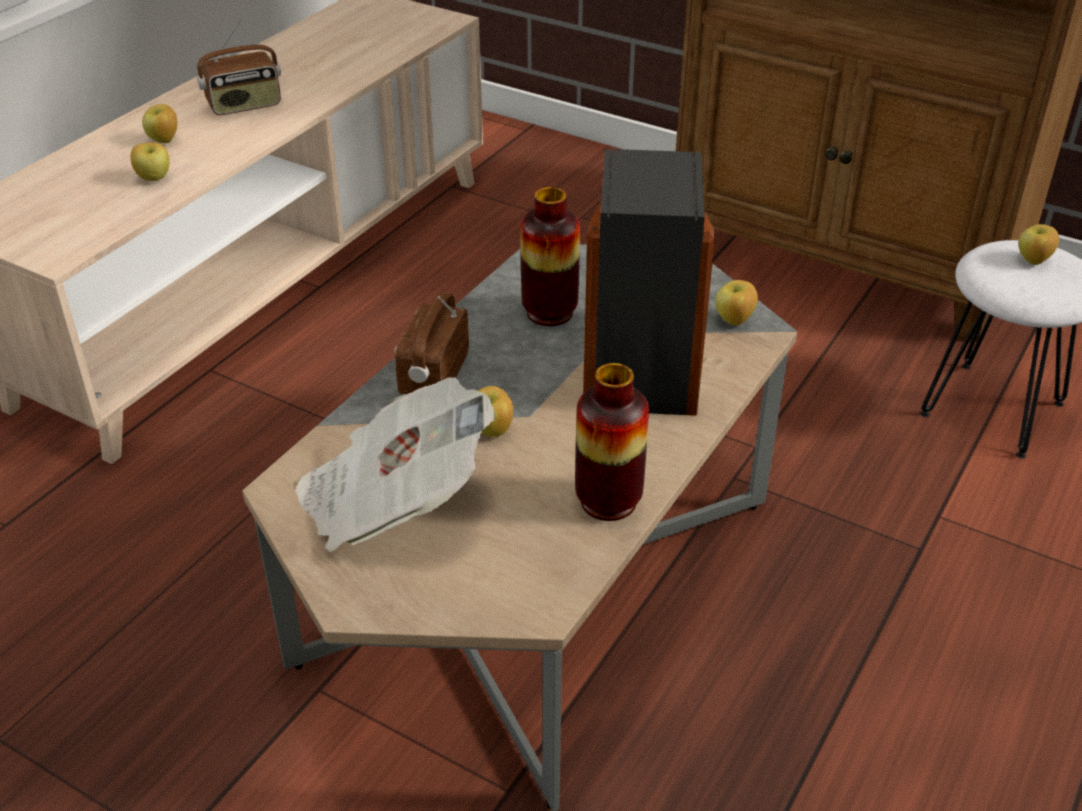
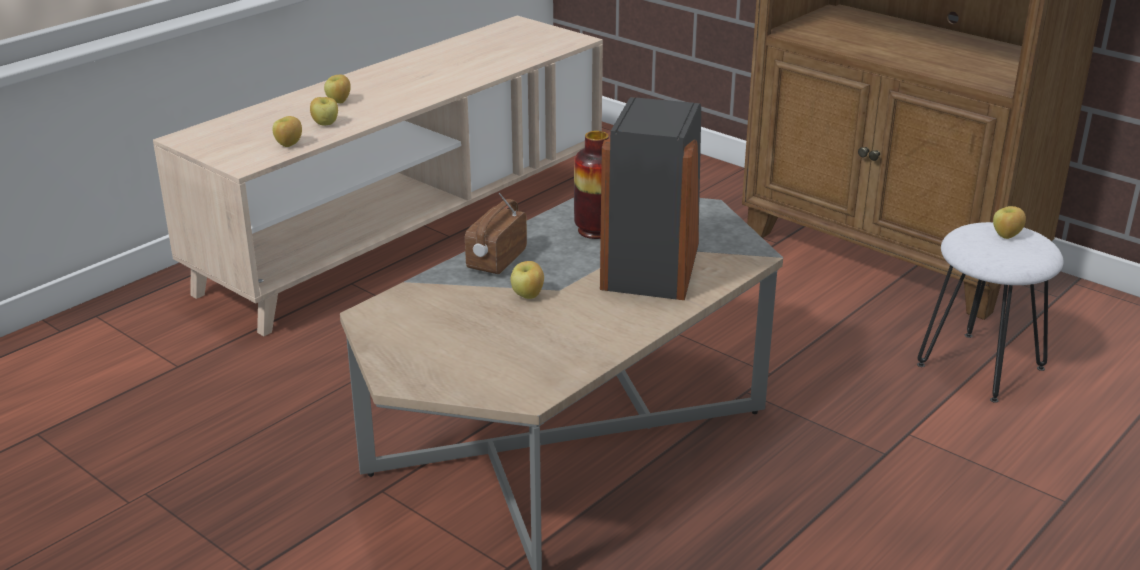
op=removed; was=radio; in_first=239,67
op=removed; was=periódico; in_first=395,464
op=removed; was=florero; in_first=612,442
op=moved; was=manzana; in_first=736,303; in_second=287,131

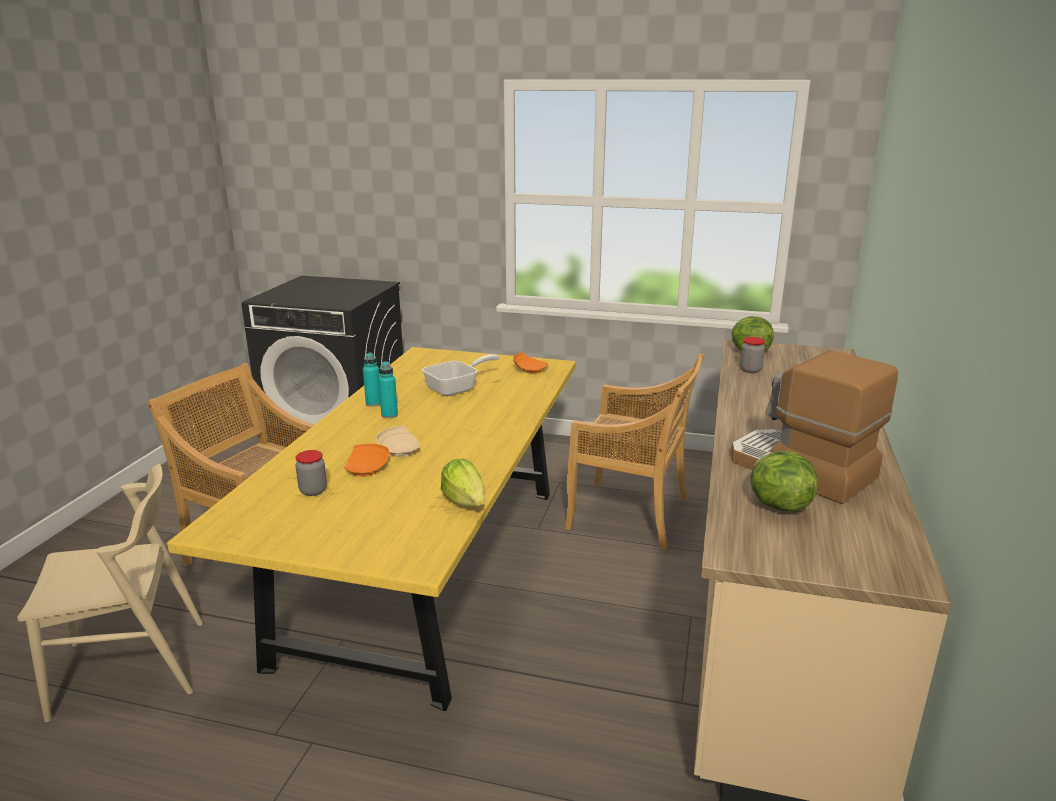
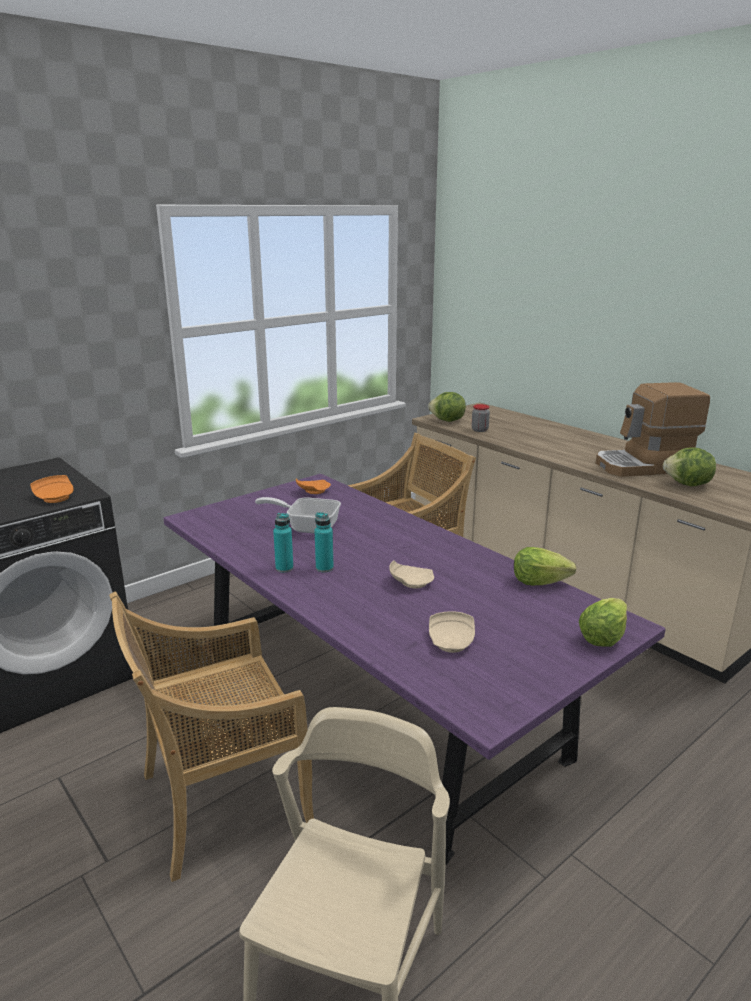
op=recoloured; was=mesa de comedor (amarillo); now=mesa de comedor (morado); in_first=371,529; in_second=414,669
op=replaced; was=tarro; now=plato (beis); in_first=311,473; in_second=452,632
op=moved; was=plato (naranja); in_first=366,460; in_second=52,489
op=turned; was=sartén; in_first=460,375; in_second=298,515; clockwise=-75
op=added; now=lechuga; in_second=603,622

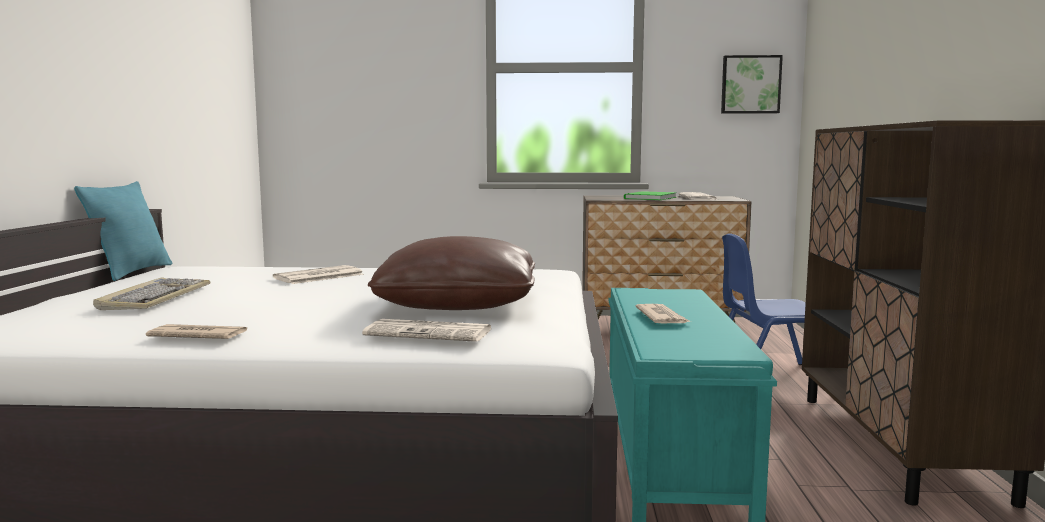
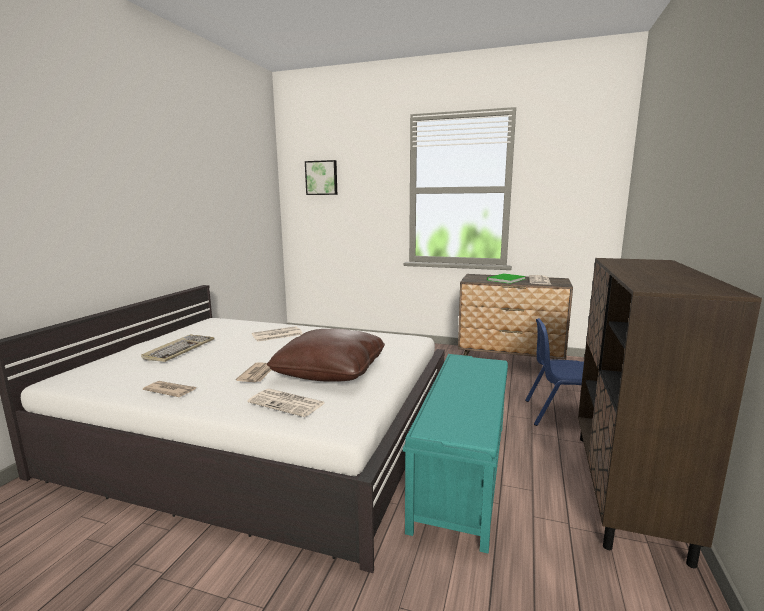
op=removed; was=cojín (turquesa); in_first=123,231
op=moved; was=periódico; in_first=663,313; in_second=253,372
op=moved; was=cuadro; in_first=752,84; in_second=321,177

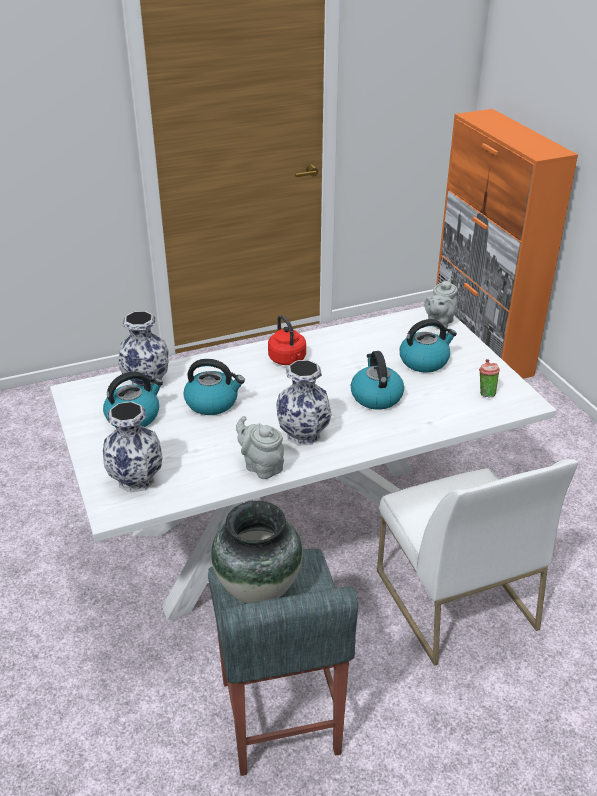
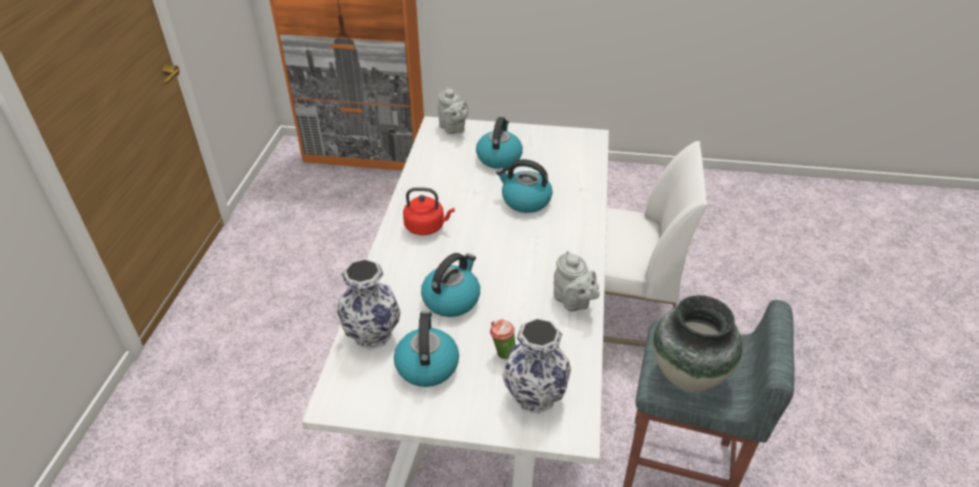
op=turned; was=tetera (gris); in_first=260,447; in_second=576,281; clockwise=-105
op=removed; was=florero; in_first=304,403
op=moved; was=taza; in_first=489,378; in_second=503,339

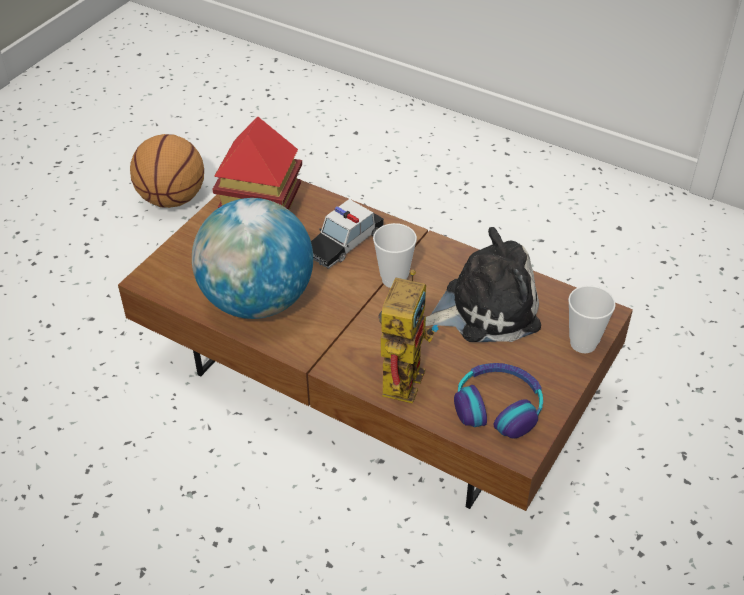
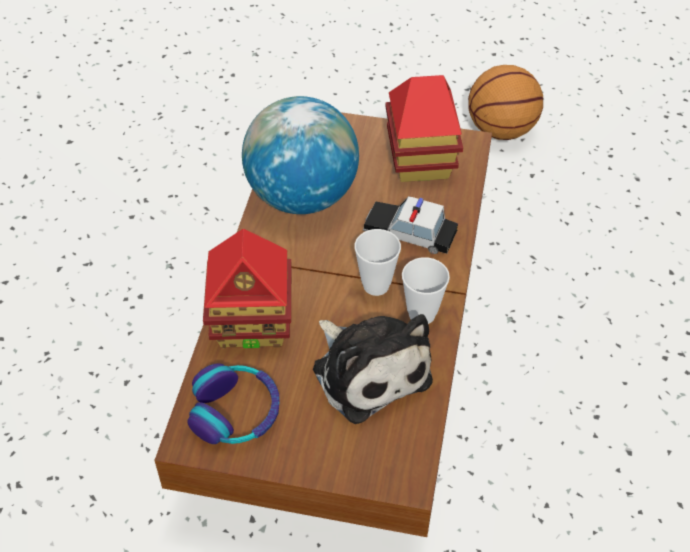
op=replaced; was=robot de juguete; now=casita; in_first=408,336; in_second=247,288
op=moved; was=taza; in_first=592,319; in_second=426,290

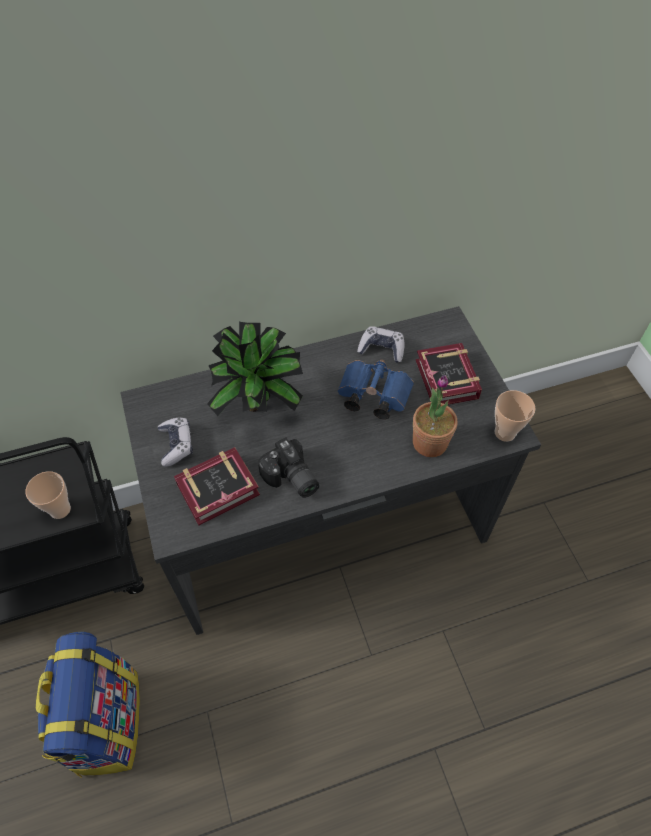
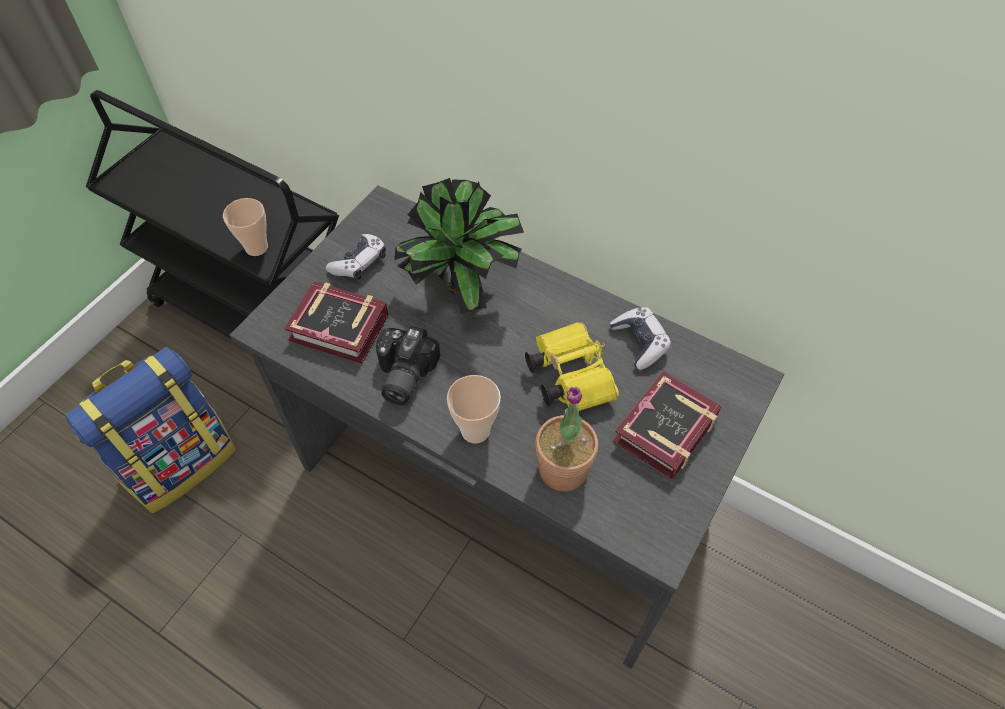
op=recoloured; was=prismáticos (azul); now=prismáticos (amarillo); in_first=376,389; in_second=572,366
op=moved; was=taza; in_first=515,416; in_second=474,409

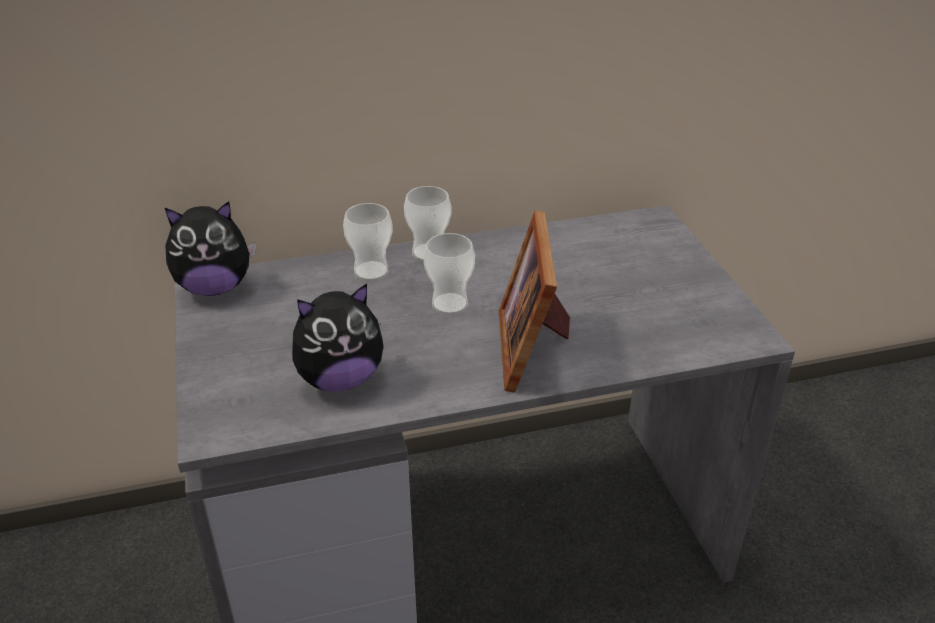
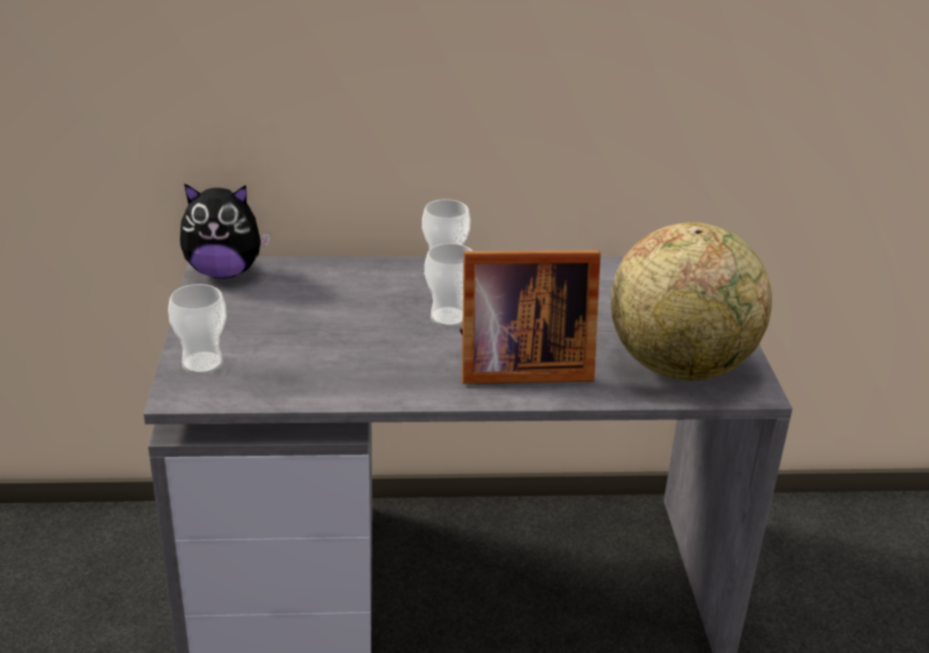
op=removed; was=peluche; in_first=338,337
op=moved; was=taza; in_first=368,242; in_second=197,329
op=turned; was=portarretratos; in_first=534,301; in_second=530,317; clockwise=-105
op=added; now=globo terráqueo; in_second=691,301

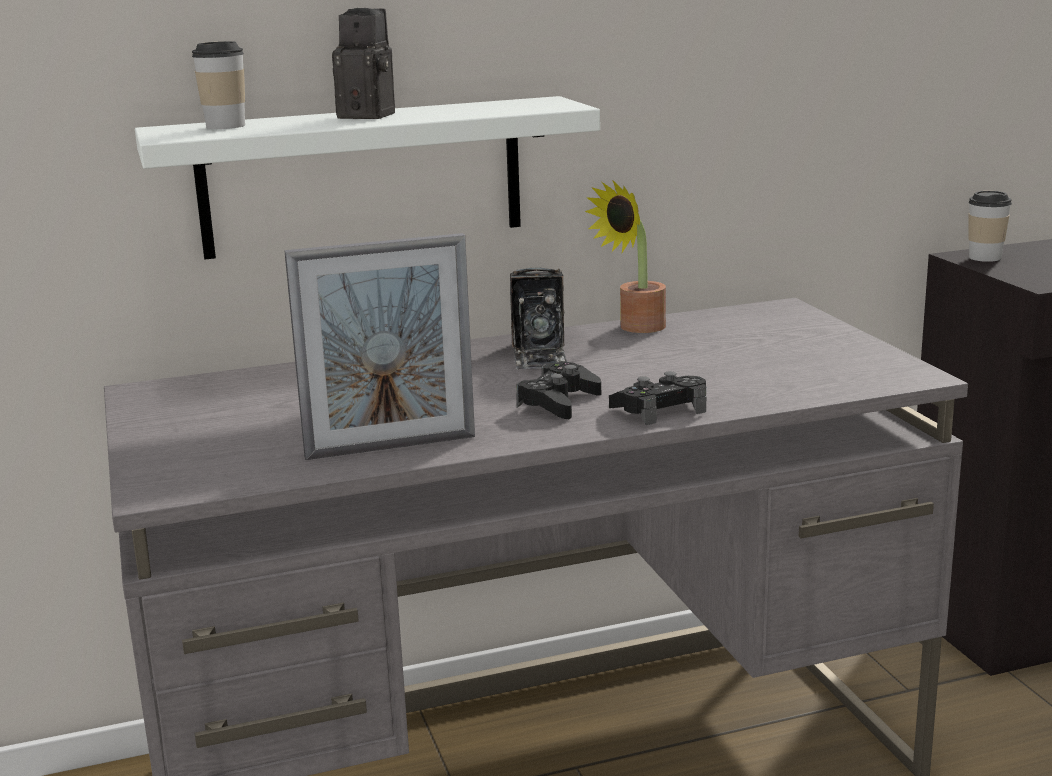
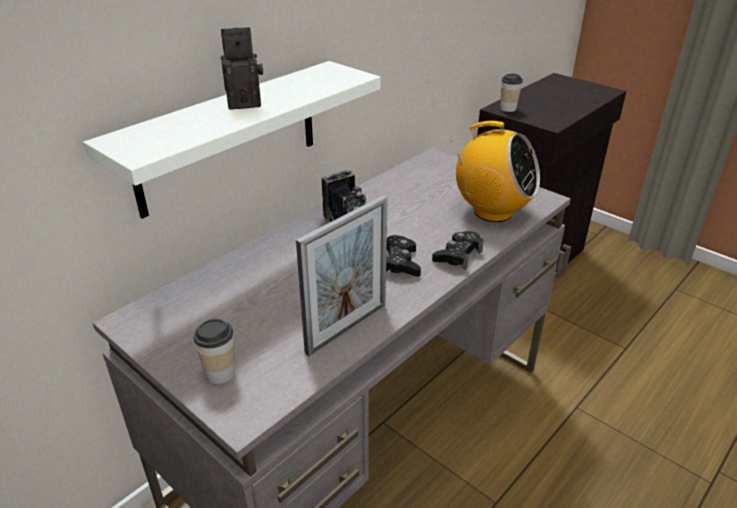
op=moved; was=taza; in_first=218,85; in_second=214,351
op=removed; was=planta en maceta; in_first=625,256
op=added; now=radio; in_second=495,171

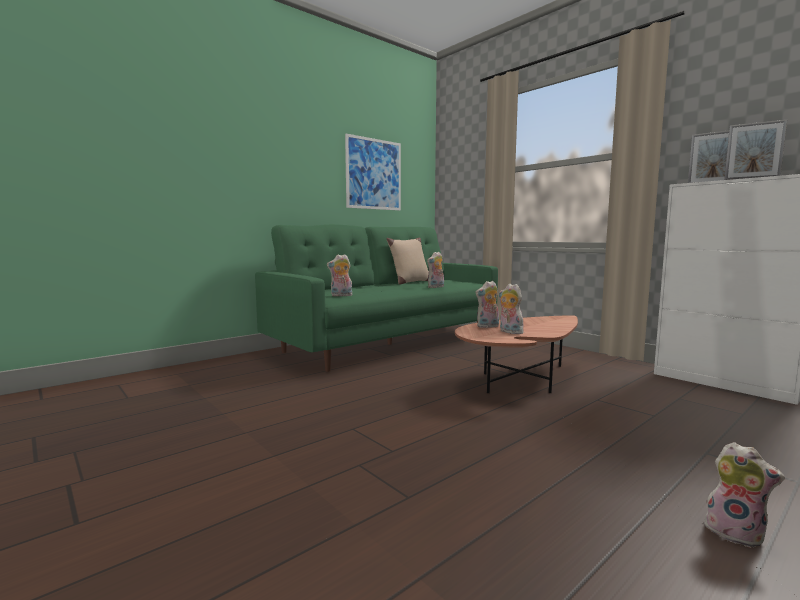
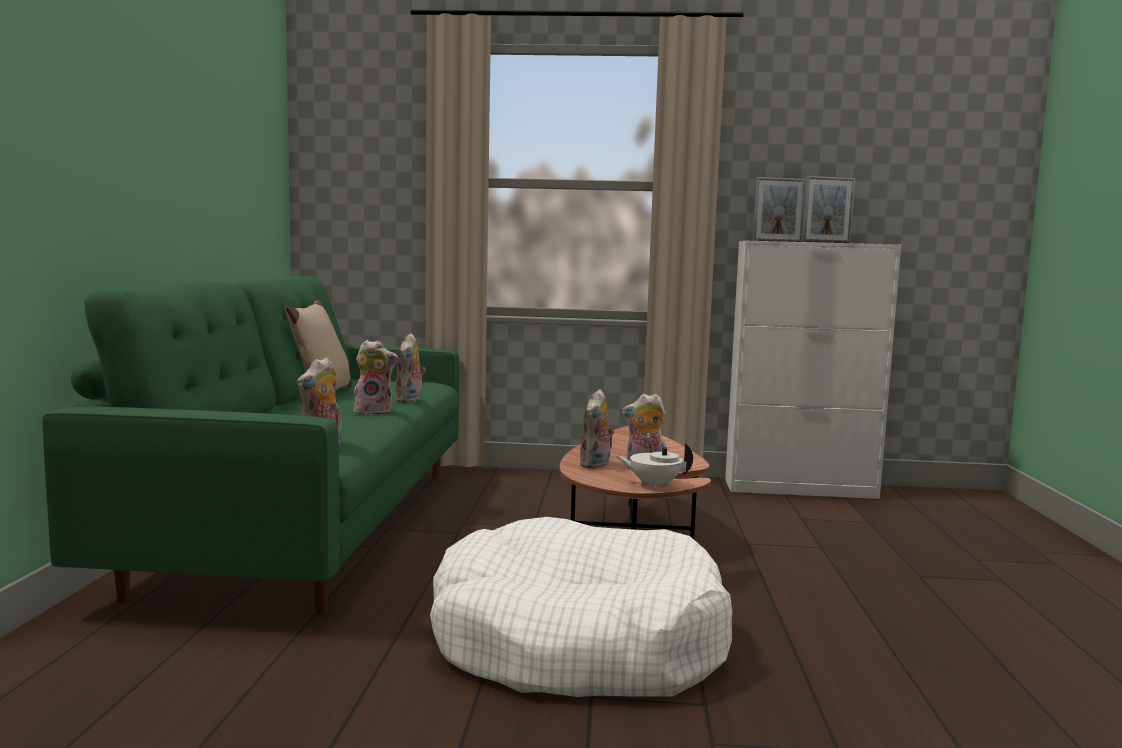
op=removed; was=cuadro; in_first=373,172
op=moved; was=peluche; in_first=744,495; in_second=376,377
op=added; now=cama para perro (blanco); in_second=581,607
op=added; now=tetera (blanco); in_second=654,466

